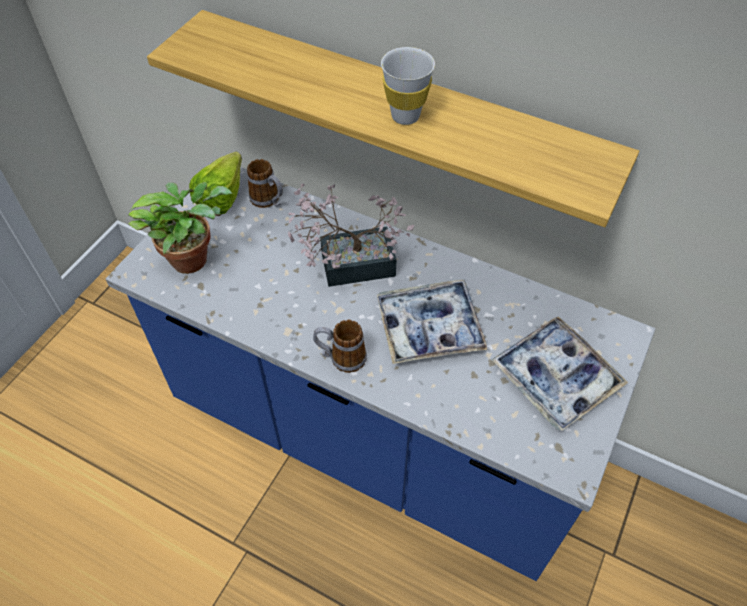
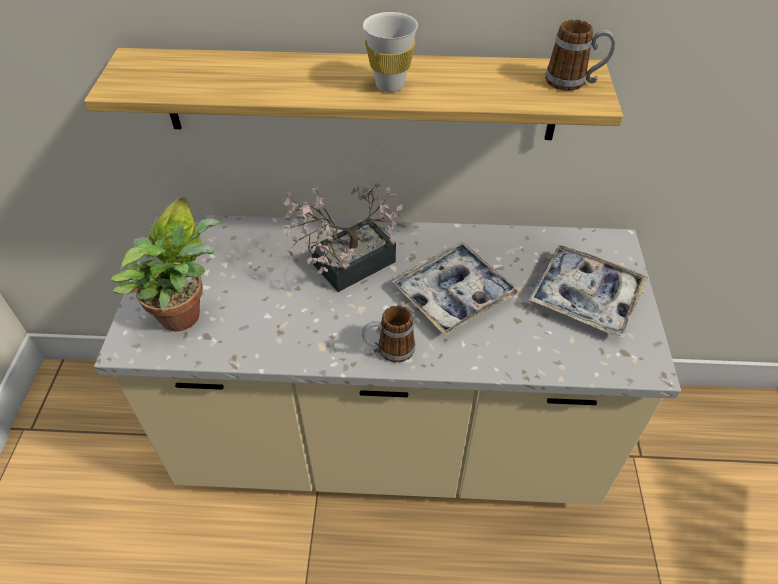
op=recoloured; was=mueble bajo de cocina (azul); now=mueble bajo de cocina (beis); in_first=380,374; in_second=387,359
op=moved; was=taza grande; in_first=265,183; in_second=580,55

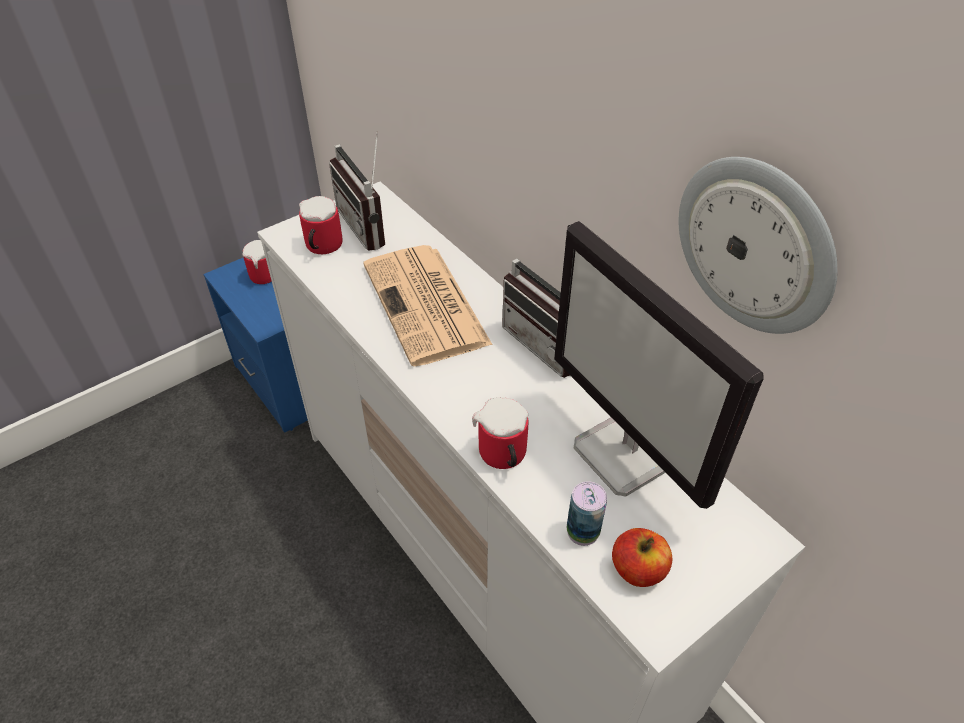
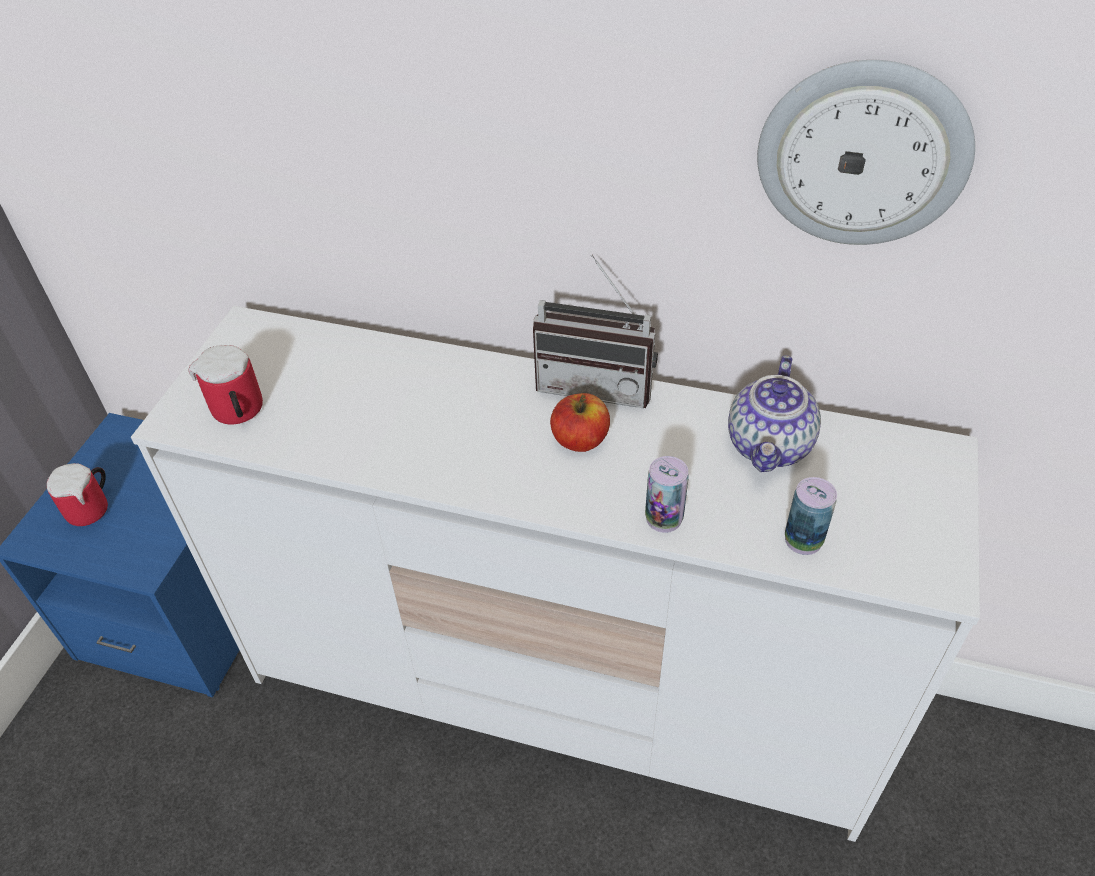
op=removed; was=radio; in_first=357,191
op=removed; was=periódico; in_first=428,306
op=replaced; was=taza grande; now=lata; in_first=500,433; in_second=667,494
op=replaced; was=monitor; now=tetera; in_first=659,365; in_second=774,413
op=moved; was=manzana; in_first=642,557; in_second=580,422

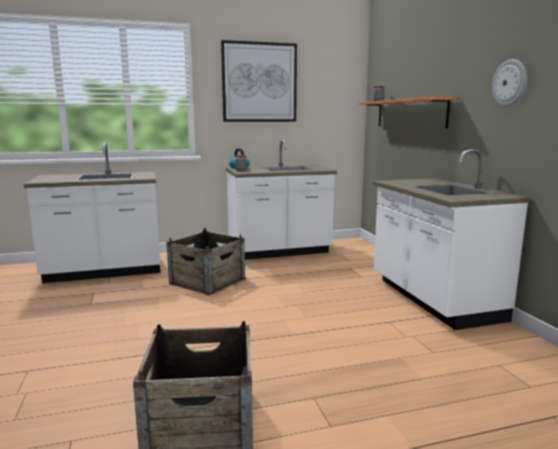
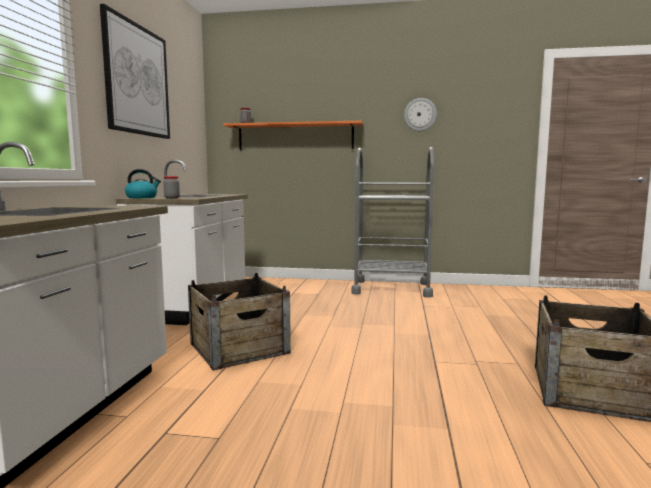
op=replaced; was=mueble bajo de cocina (blanco); now=carrito (gris); in_first=451,239; in_second=392,222

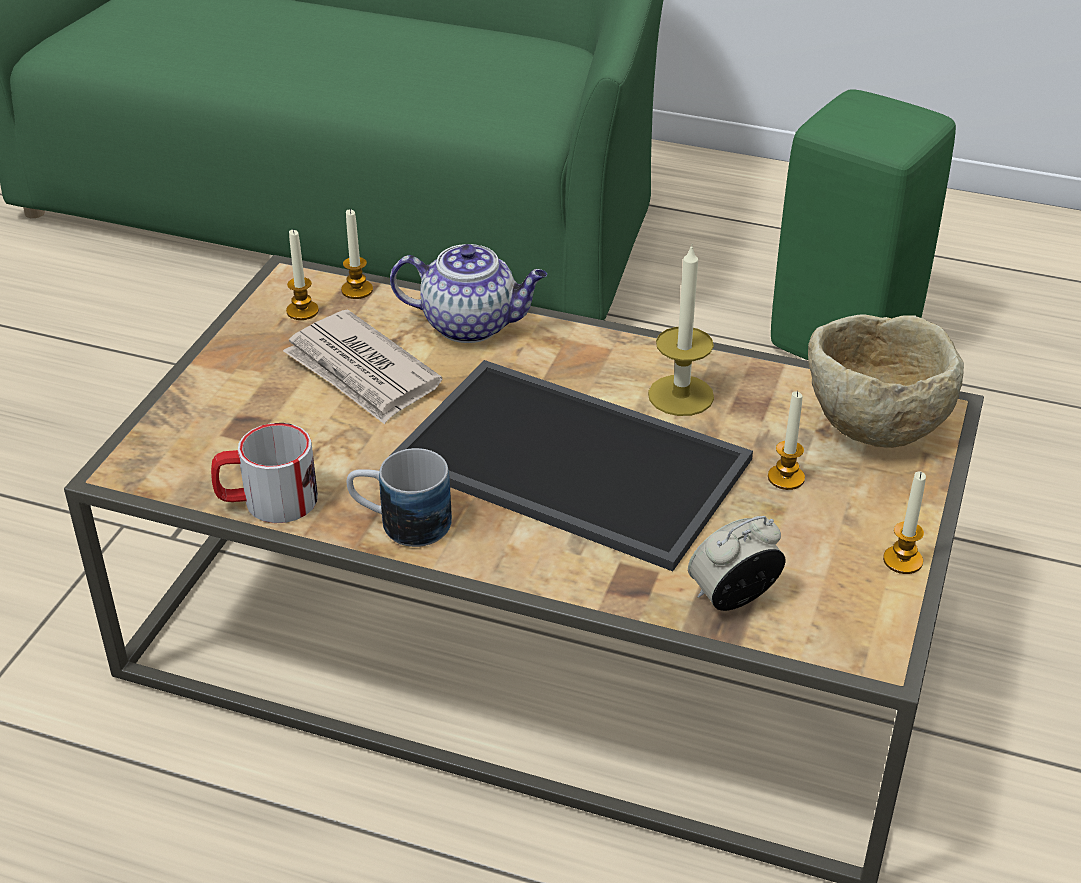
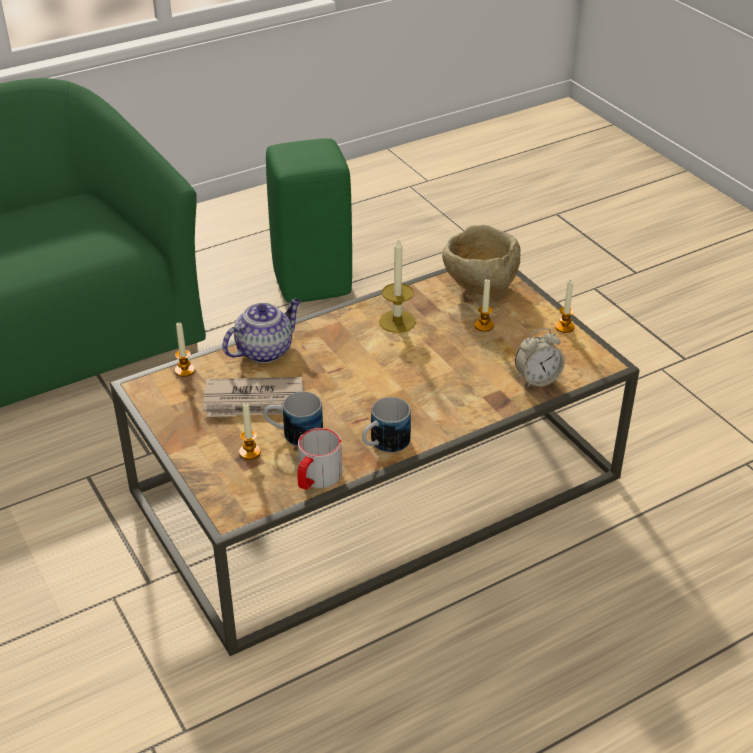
op=moved; was=vela; in_first=302,274; in_second=250,431
op=removed; was=bandeja; in_first=571,465
op=turned; was=despertador; in_first=737,563; in_second=540,358; clockwise=-120
op=added; now=taza grande; in_second=293,419

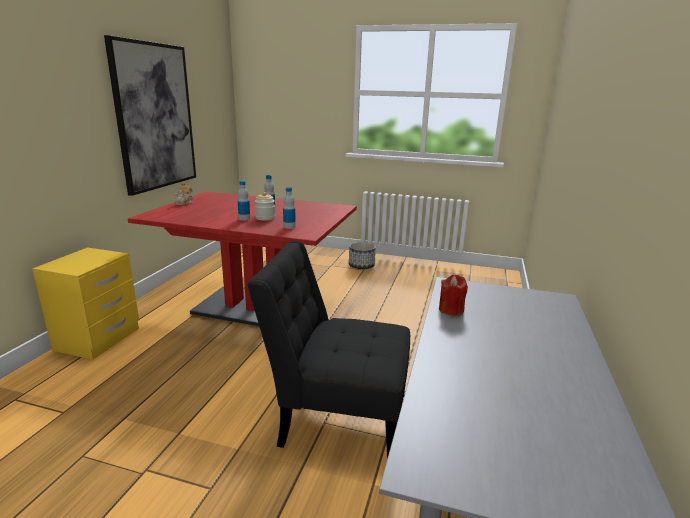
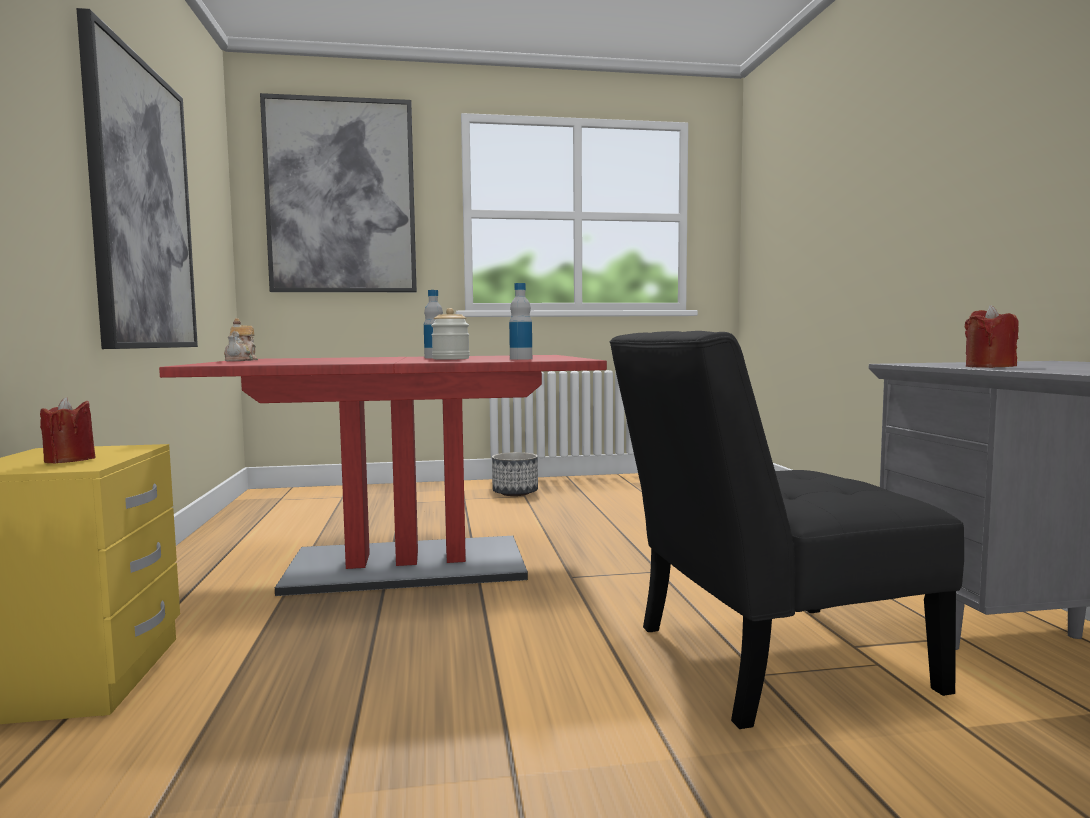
op=removed; was=botella; in_first=244,201
op=added; now=vela (rojo); in_second=68,430
op=added; now=cuadro; in_second=338,192

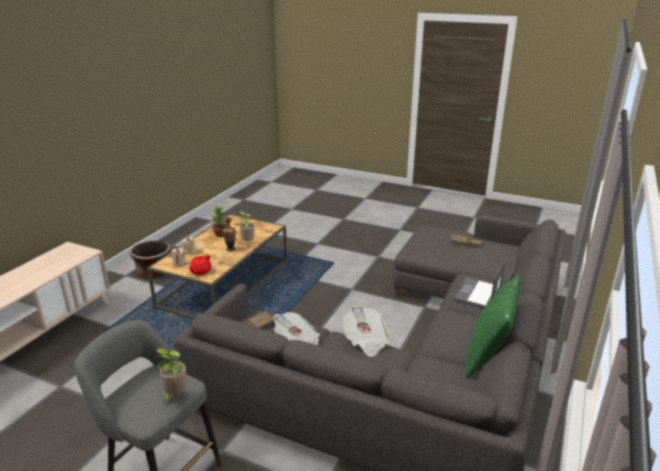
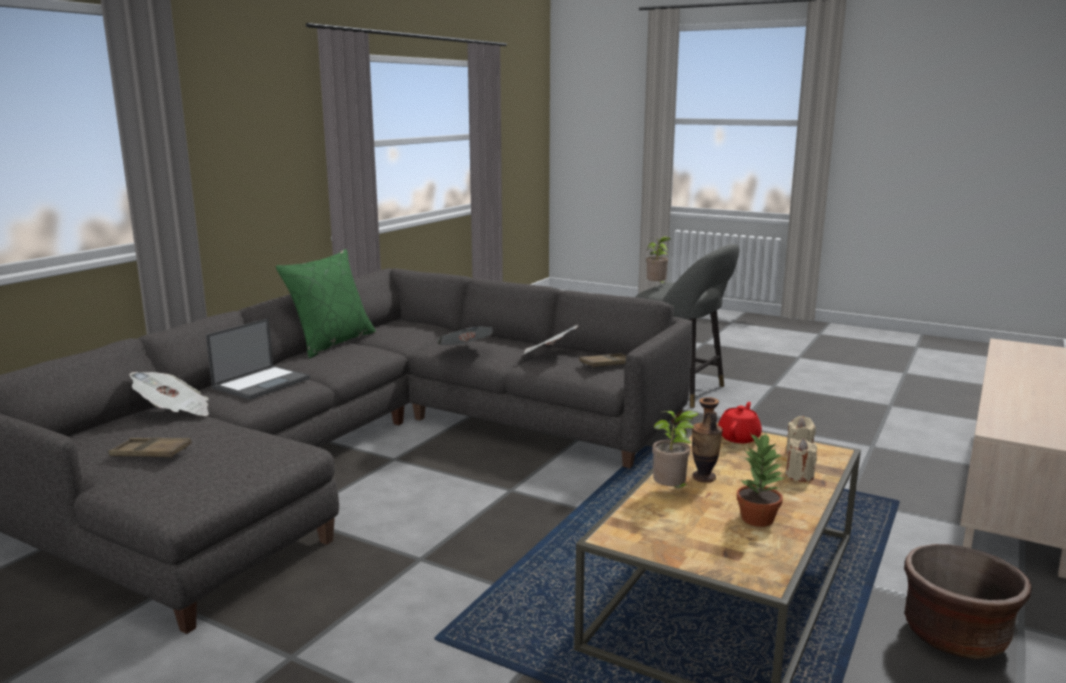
op=added; now=periódico; in_second=169,394

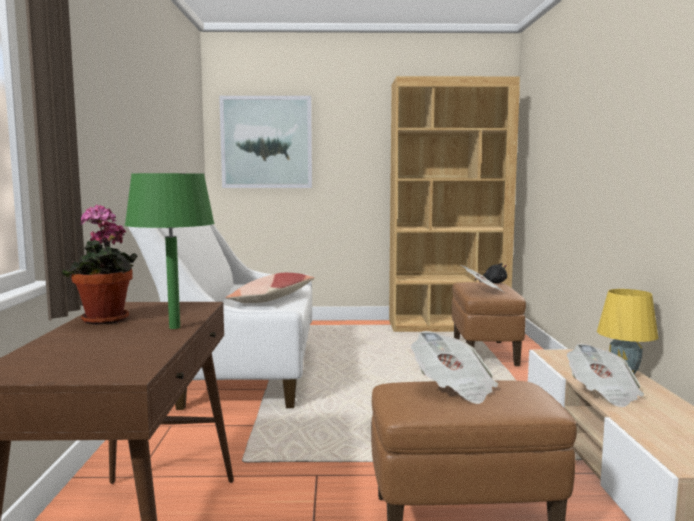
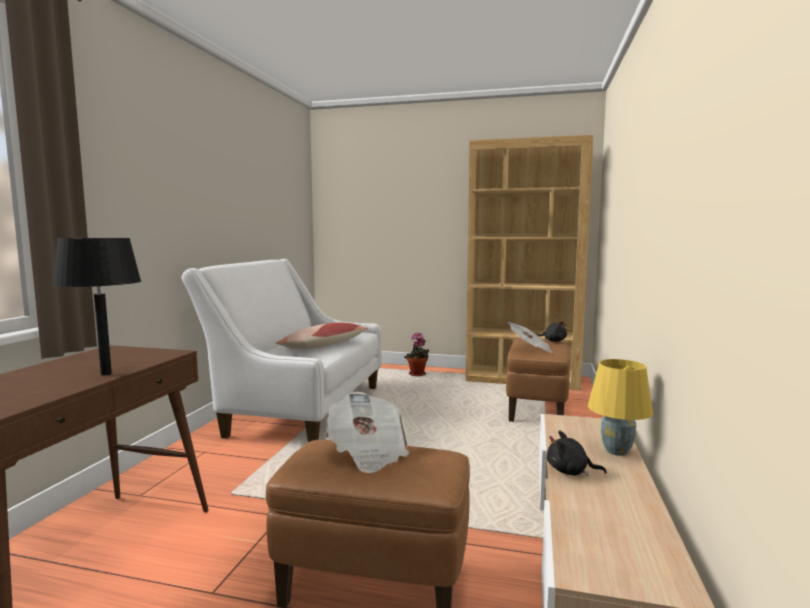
op=moved; was=planta en maceta; in_first=100,264; in_second=416,354
op=recoloured; was=lámpara de mesa (verde); now=lámpara de mesa (negro); in_first=170,251; in_second=96,307
op=removed; was=cuadro; in_first=265,142
op=replaced; was=periódico; now=peluche (negro); in_first=605,375; in_second=577,453

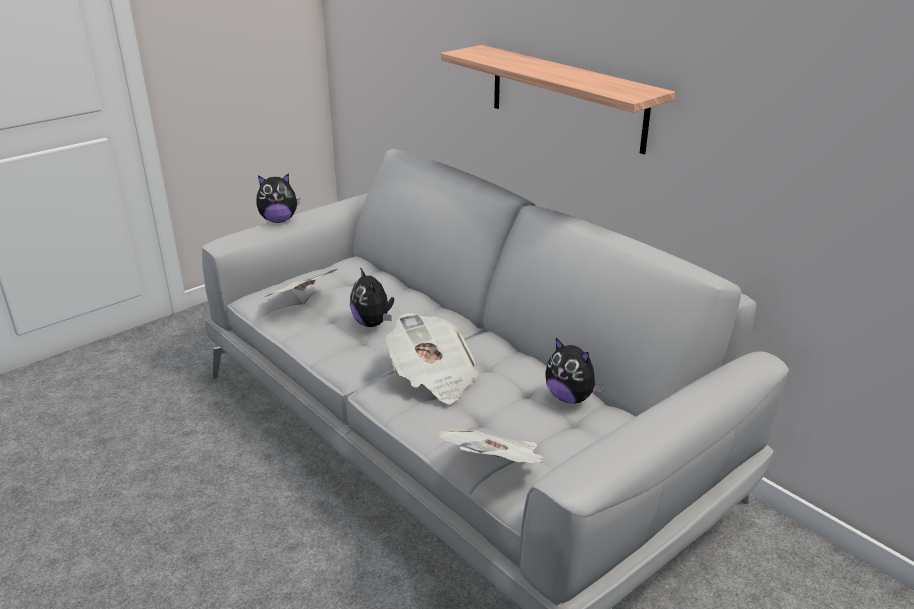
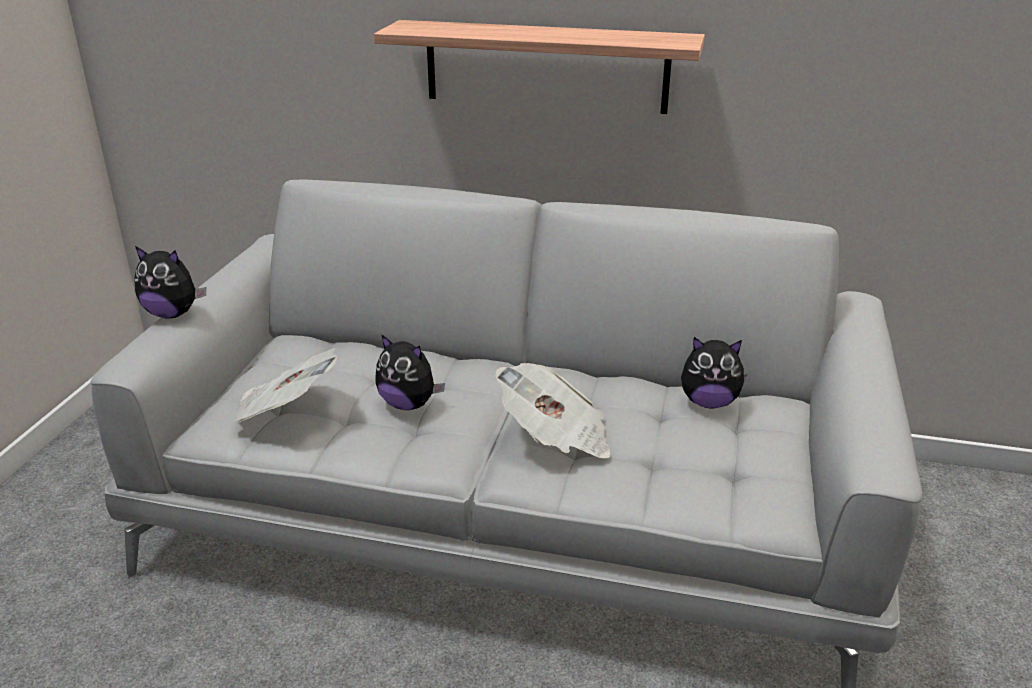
op=turned; was=peluche; in_first=278,198; in_second=170,282; clockwise=60
op=removed; was=periódico; in_first=491,446

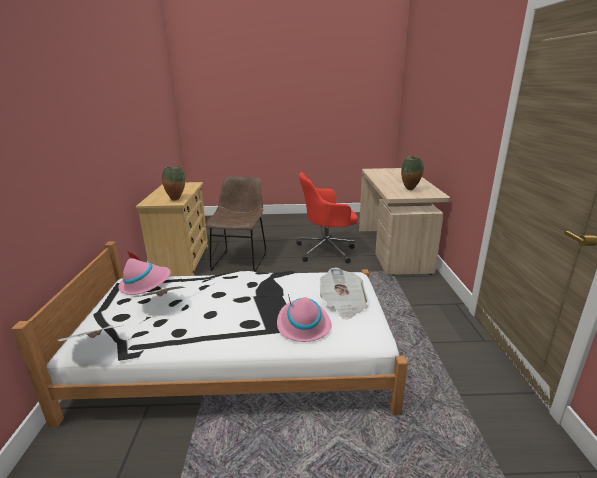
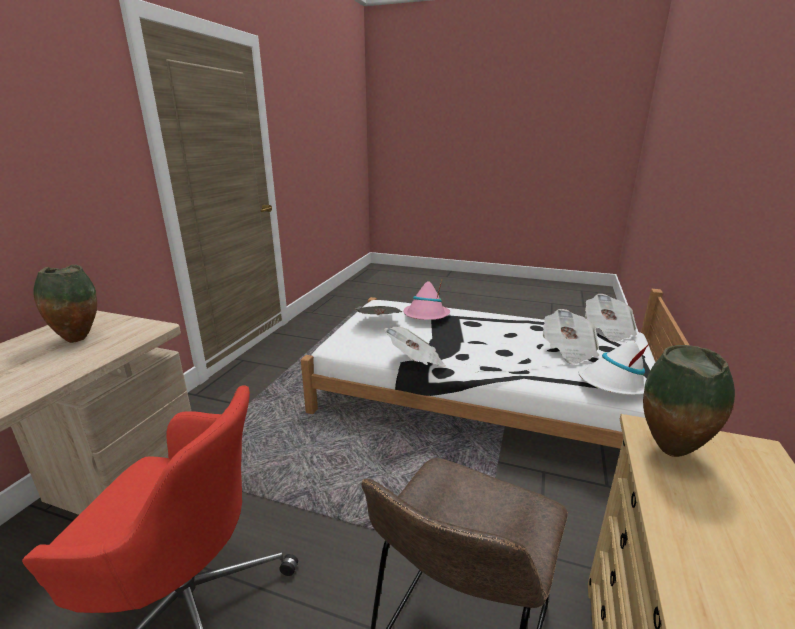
op=recoloured; was=sombrero (rosa); now=sombrero (blanco); in_first=144,273; in_second=614,367
op=added; now=periódico; in_second=414,347

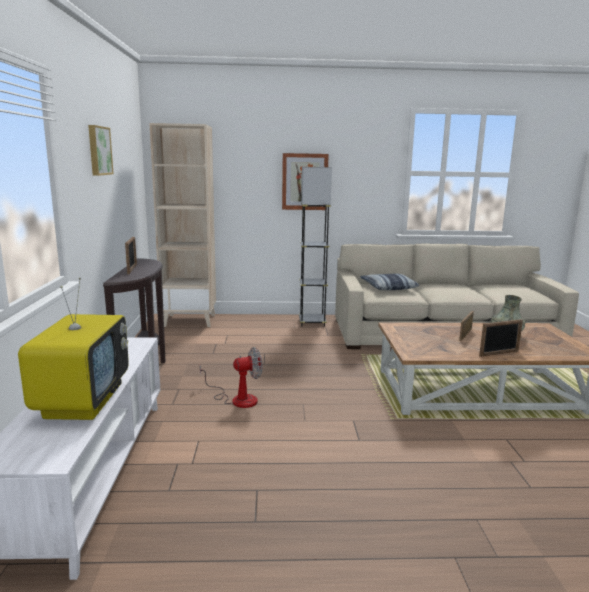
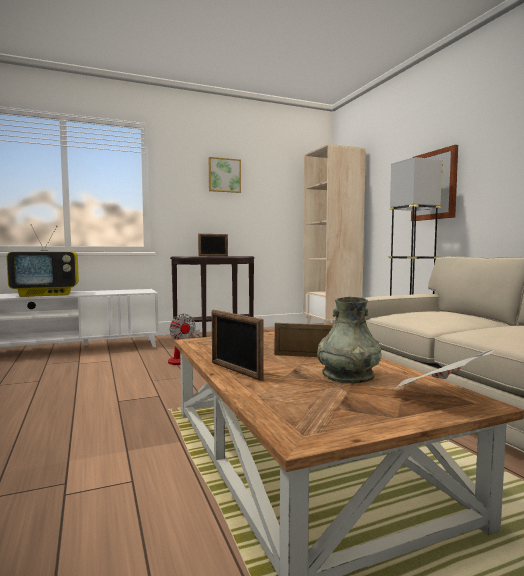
op=removed; was=cojín; in_first=389,281
op=added; now=periódico; in_second=445,368

